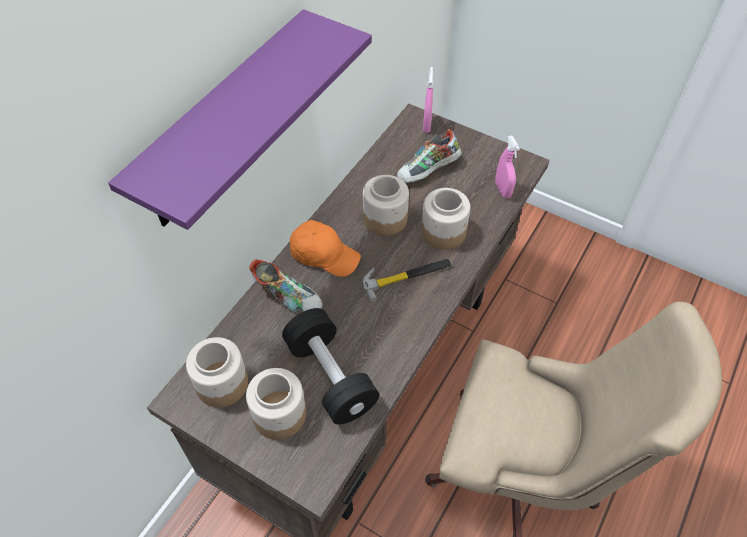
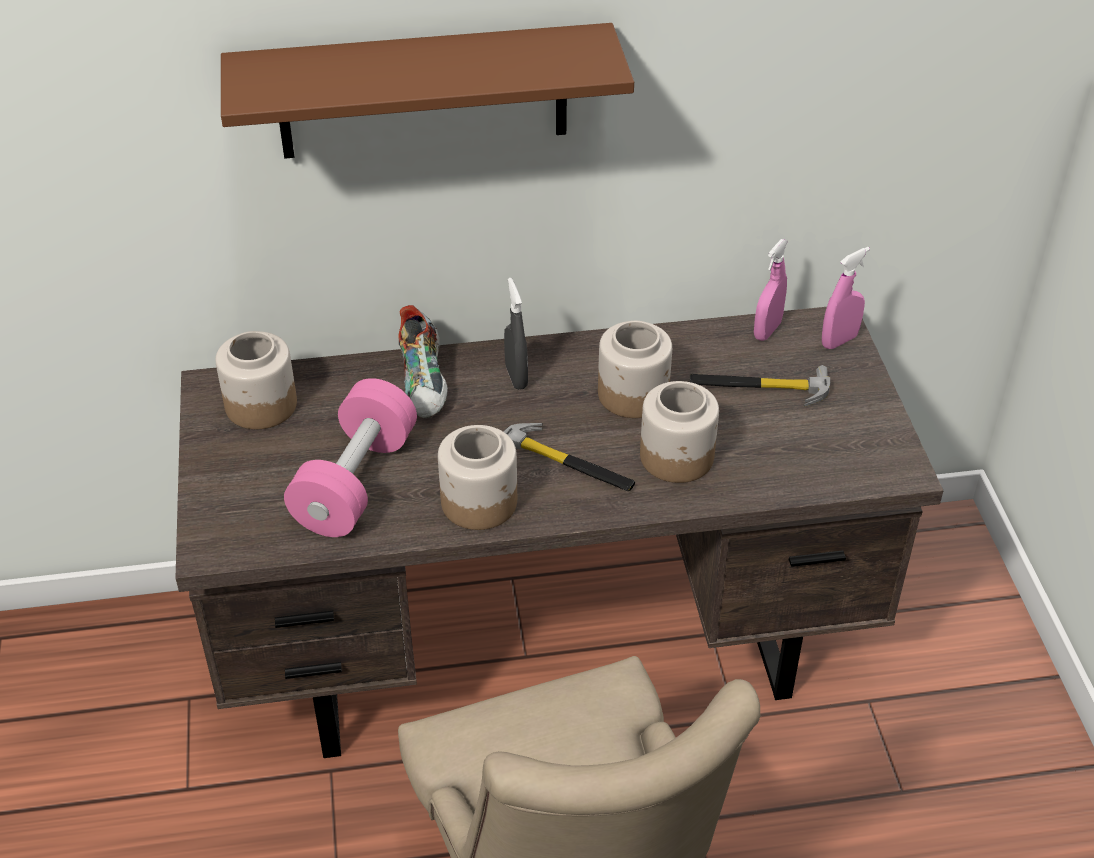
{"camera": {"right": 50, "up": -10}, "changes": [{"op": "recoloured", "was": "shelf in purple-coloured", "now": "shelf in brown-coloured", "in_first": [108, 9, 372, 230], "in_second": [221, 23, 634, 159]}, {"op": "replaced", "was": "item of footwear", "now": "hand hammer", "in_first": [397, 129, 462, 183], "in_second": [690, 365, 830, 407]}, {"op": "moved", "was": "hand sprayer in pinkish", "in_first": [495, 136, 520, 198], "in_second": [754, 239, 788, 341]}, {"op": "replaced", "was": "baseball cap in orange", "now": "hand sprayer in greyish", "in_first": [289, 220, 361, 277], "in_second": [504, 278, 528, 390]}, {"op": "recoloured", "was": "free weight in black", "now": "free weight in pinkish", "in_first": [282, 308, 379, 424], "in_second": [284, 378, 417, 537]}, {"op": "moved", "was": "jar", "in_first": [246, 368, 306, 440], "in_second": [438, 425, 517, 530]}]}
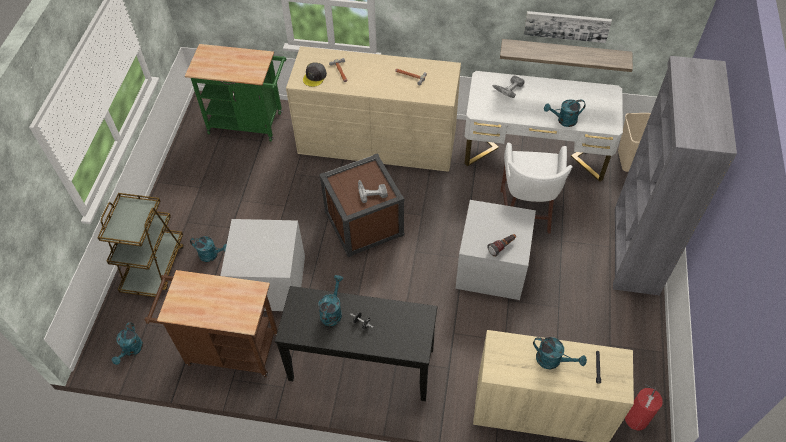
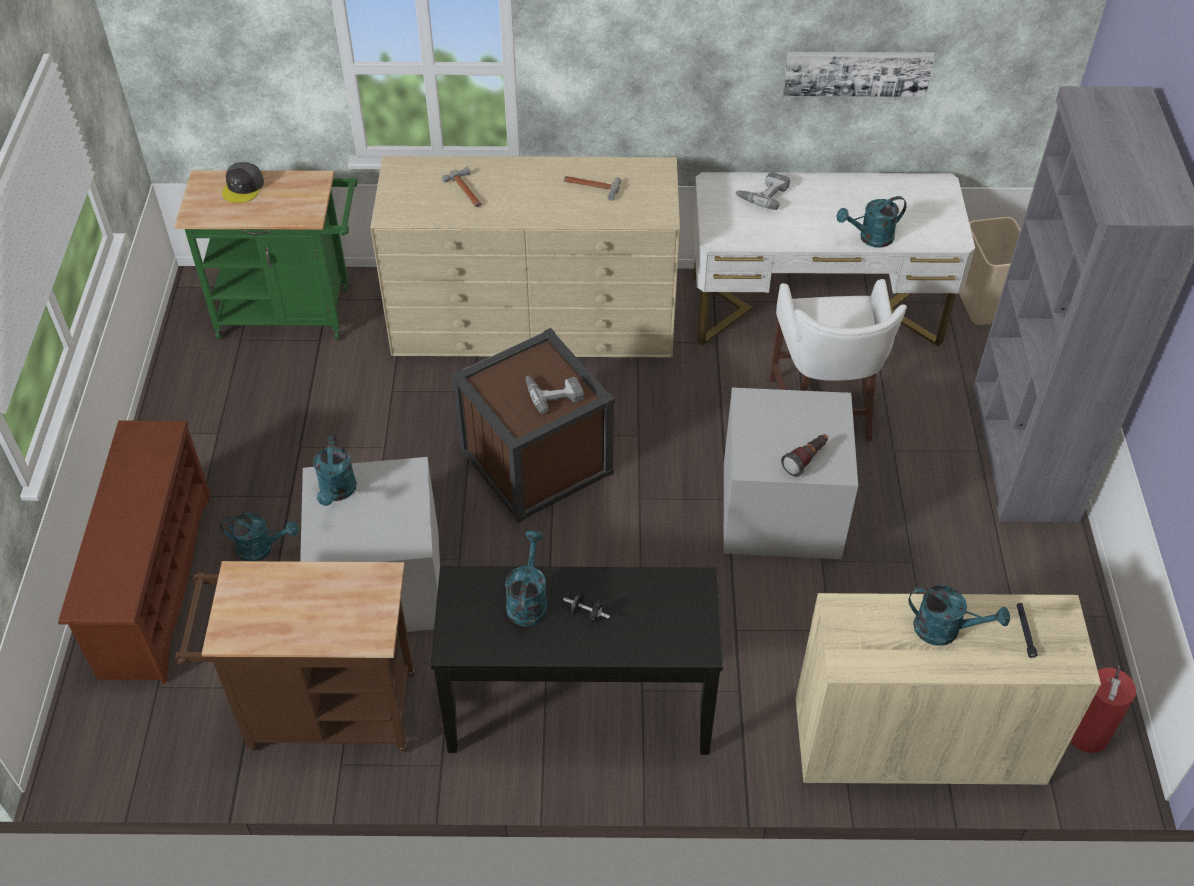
{"camera": {"right": -10, "up": -5}, "changes": [{"op": "removed", "was": "shelf", "in_first": [500, 39, 633, 72]}, {"op": "moved", "was": "baseball cap in greyish", "in_first": [303, 62, 327, 87], "in_second": [222, 162, 264, 203]}, {"op": "replaced", "was": "cart in brown-coloured", "now": "shoe rack in brown-coloured", "in_first": [97, 193, 184, 297], "in_second": [58, 420, 210, 684]}, {"op": "moved", "was": "watering can in turquoise", "in_first": [112, 322, 143, 365], "in_second": [313, 436, 357, 506]}]}
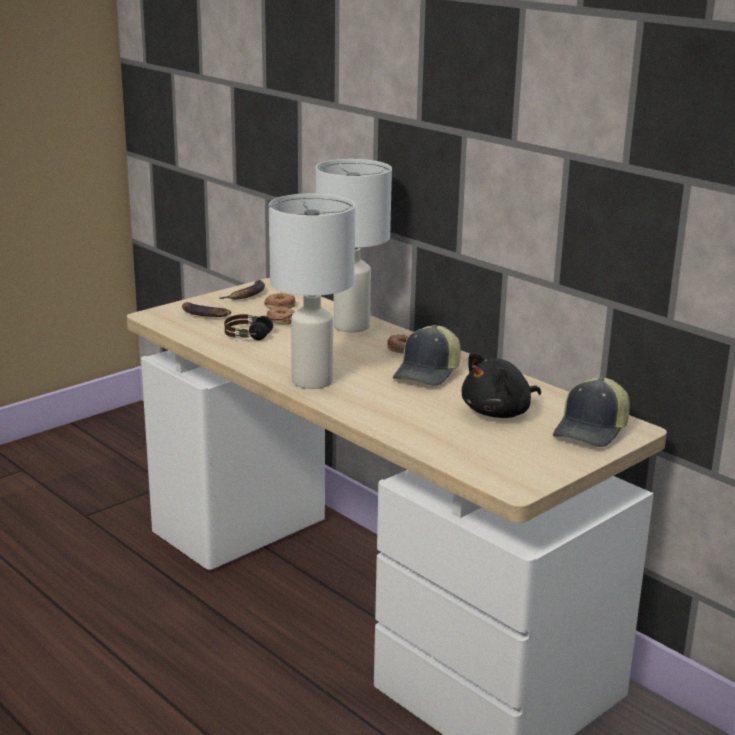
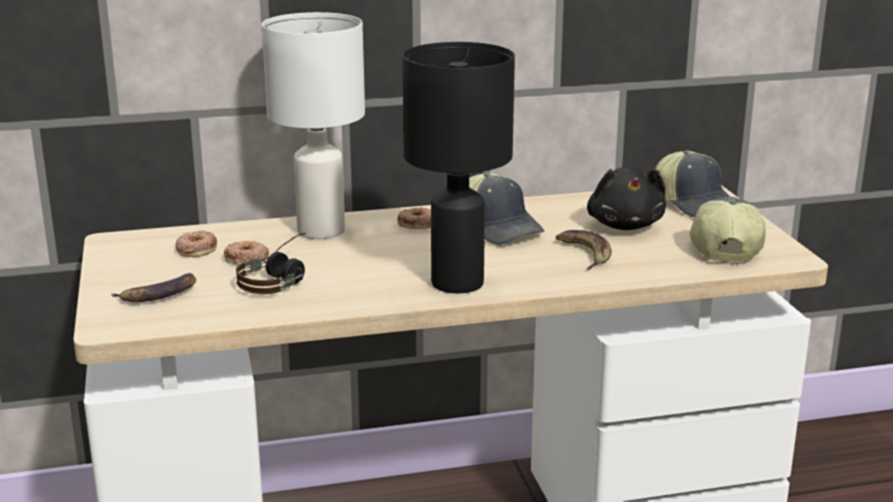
{"camera": {"right": -60, "up": 0}, "changes": [{"op": "recoloured", "was": "lamp for a table in whitish", "now": "lamp for a table in black", "in_first": [269, 194, 355, 389], "in_second": [402, 42, 515, 293]}, {"op": "moved", "was": "whole banana", "in_first": [219, 280, 265, 300], "in_second": [555, 230, 612, 270]}, {"op": "added", "now": "baseball cap", "in_second": [690, 196, 766, 262]}]}
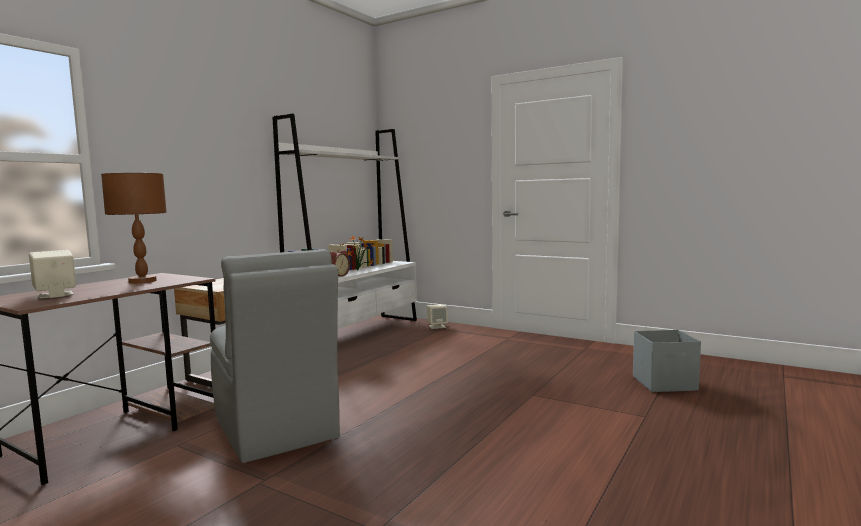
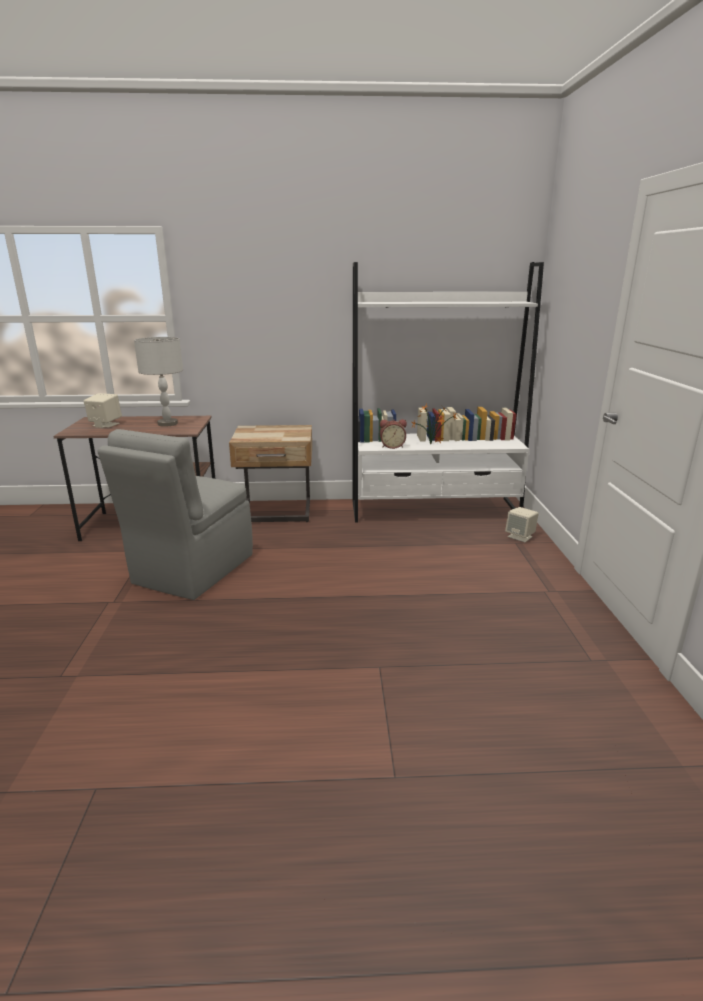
{"camera": {"right": 55, "up": 15}, "changes": [{"op": "recoloured", "was": "lamp for a table in brown-coloured", "now": "lamp for a table in greyish", "in_first": [101, 173, 167, 284], "in_second": [134, 337, 183, 427]}, {"op": "removed", "was": "storage bin in greyish", "in_first": [633, 330, 701, 392]}]}
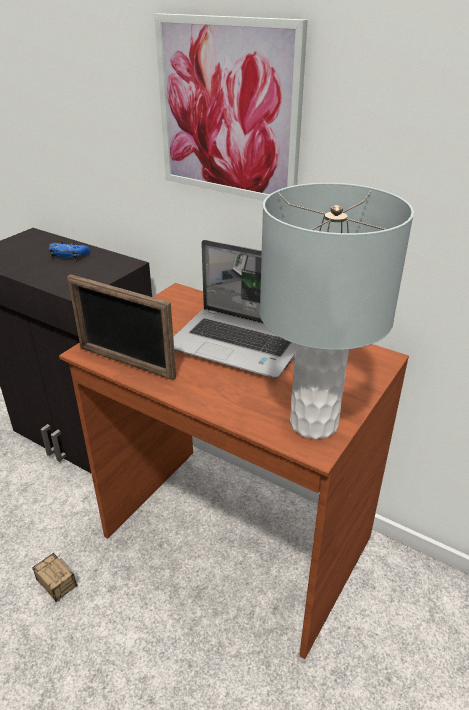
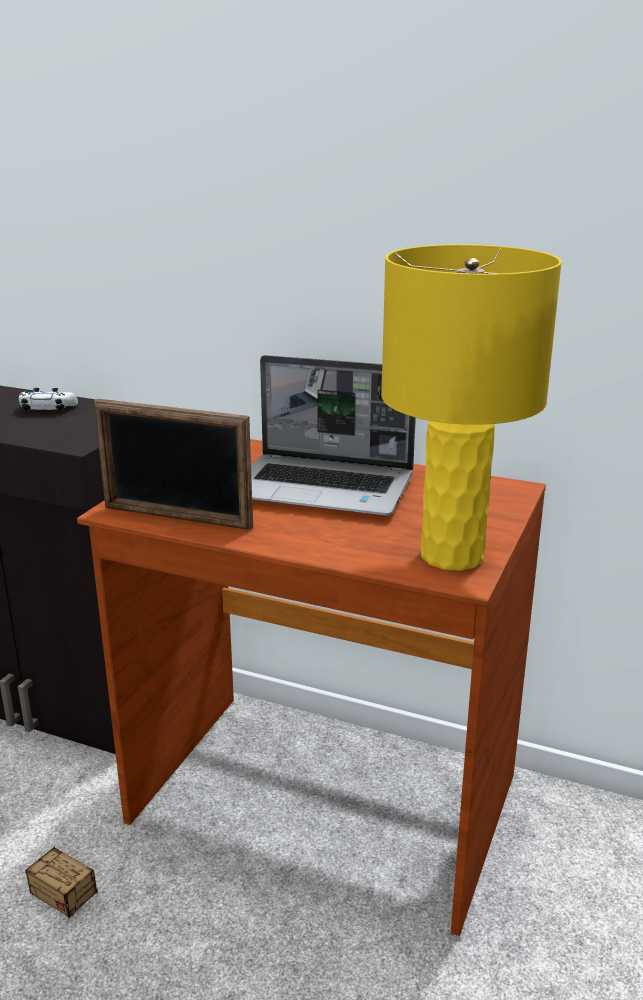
{"camera": {"right": -10, "up": -10}, "changes": [{"op": "removed", "was": "picture", "in_first": [154, 13, 308, 201]}, {"op": "recoloured", "was": "lamp for a table in greyish", "now": "lamp for a table in yellowish", "in_first": [260, 183, 414, 439], "in_second": [381, 244, 562, 571]}, {"op": "recoloured", "was": "game controller in bluish", "now": "game controller in whitish", "in_first": [49, 241, 91, 259], "in_second": [19, 388, 78, 411]}]}
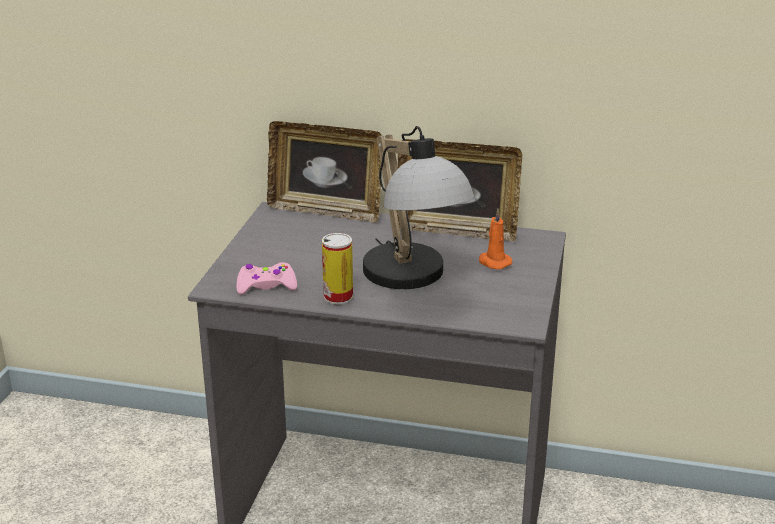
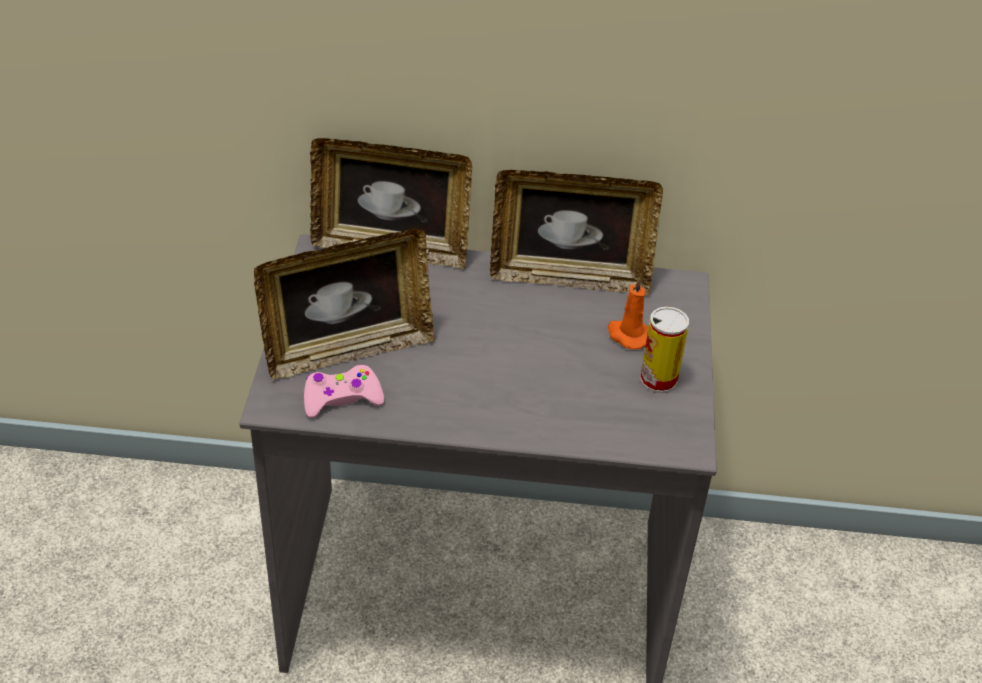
{"camera": {"right": -10, "up": 15}, "changes": [{"op": "removed", "was": "lamp for a table", "in_first": [363, 126, 474, 289]}, {"op": "moved", "was": "can", "in_first": [322, 233, 353, 305], "in_second": [640, 306, 689, 393]}, {"op": "added", "now": "picture frame", "in_second": [254, 228, 435, 380]}]}
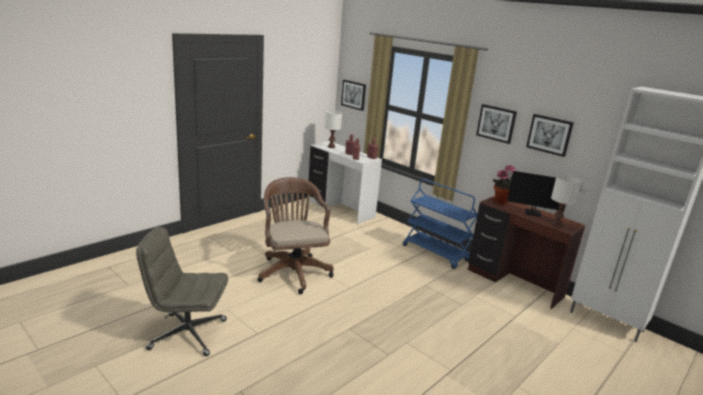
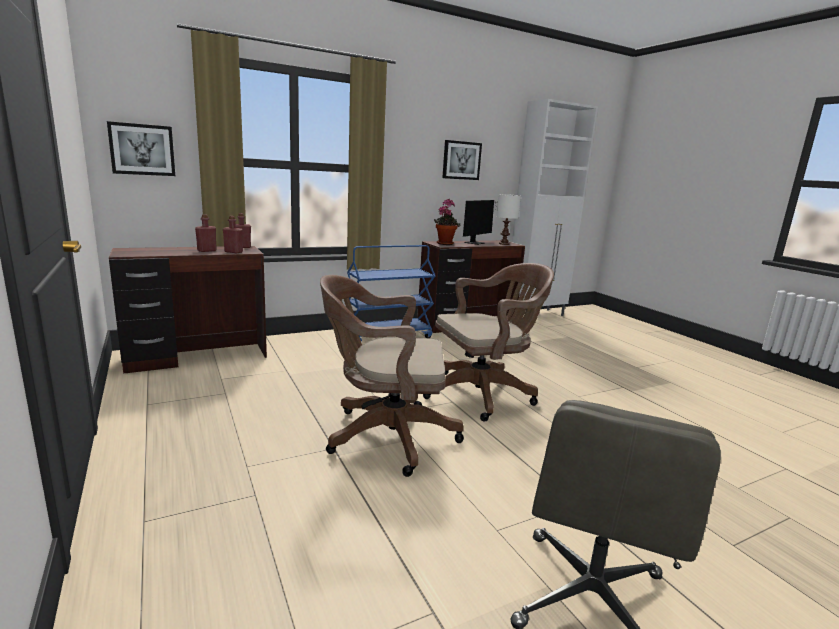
{"camera": {"right": -70, "up": -5}, "changes": [{"op": "removed", "was": "picture", "in_first": [476, 104, 517, 144]}, {"op": "removed", "was": "lamp for a table in whitish", "in_first": [325, 110, 342, 148]}, {"op": "recoloured", "was": "desk table in whitish", "now": "desk table in brown-coloured", "in_first": [309, 141, 382, 224], "in_second": [109, 246, 267, 374]}, {"op": "added", "now": "desk chair in brown-coloured", "in_second": [423, 263, 554, 422]}]}
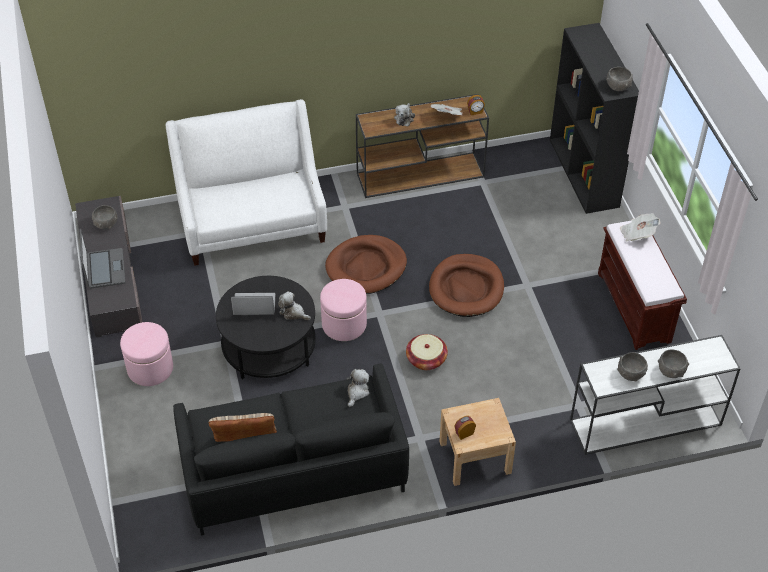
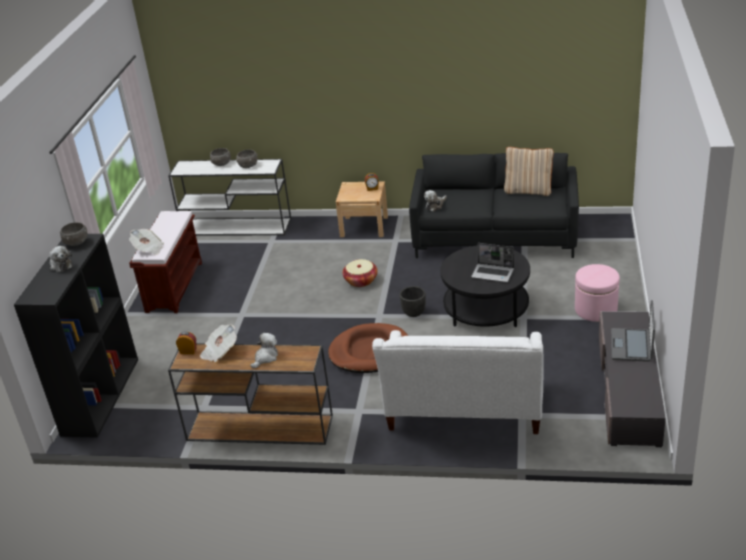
{"camera": {"right": -155, "up": -15}, "changes": [{"op": "removed", "was": "serving bowl in greyish", "in_first": [92, 205, 118, 230]}, {"op": "removed", "was": "dog cushion in brown-coloured", "in_first": [429, 254, 504, 317]}, {"op": "replaced", "was": "ottoman in pinkish", "now": "planter in black", "in_first": [320, 279, 367, 341], "in_second": [400, 286, 426, 317]}, {"op": "moved", "was": "plush toy", "in_first": [278, 291, 311, 320], "in_second": [49, 246, 72, 272]}]}
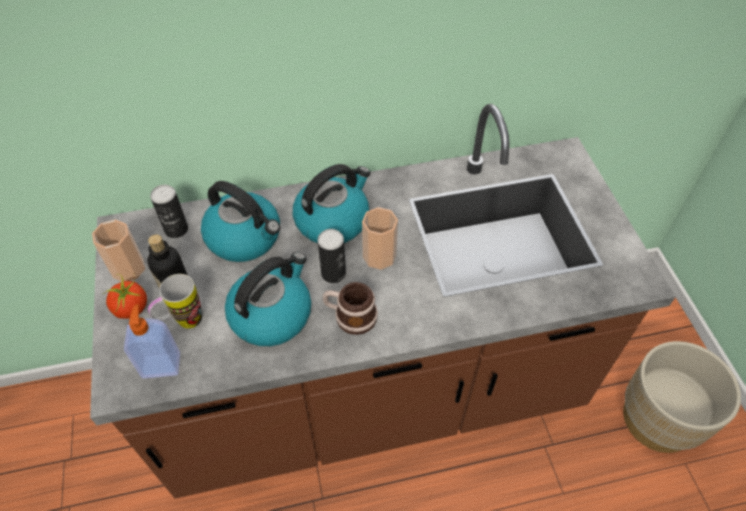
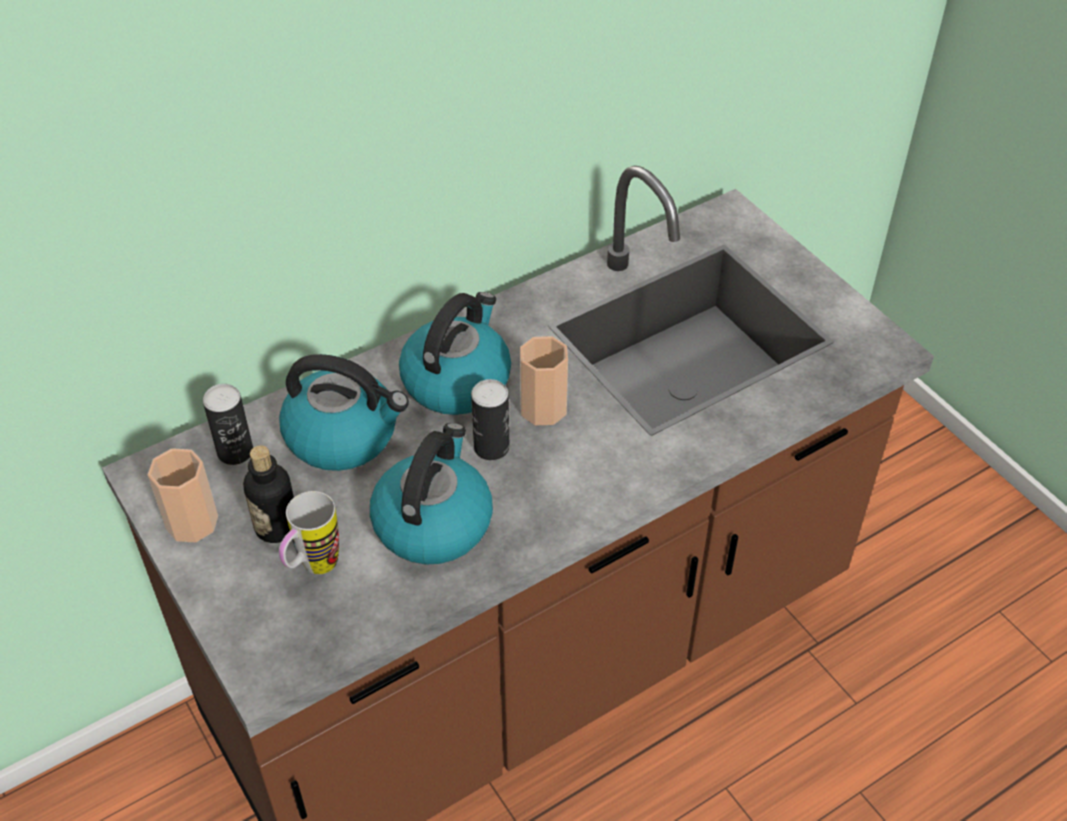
{"camera": {"right": -20, "up": -5}, "changes": [{"op": "removed", "was": "whole tomato", "in_first": [103, 274, 147, 319]}, {"op": "removed", "was": "mug", "in_first": [323, 282, 378, 335]}, {"op": "removed", "was": "soap dispenser", "in_first": [124, 304, 180, 378]}, {"op": "removed", "was": "planter in beige", "in_first": [623, 341, 741, 453]}]}
